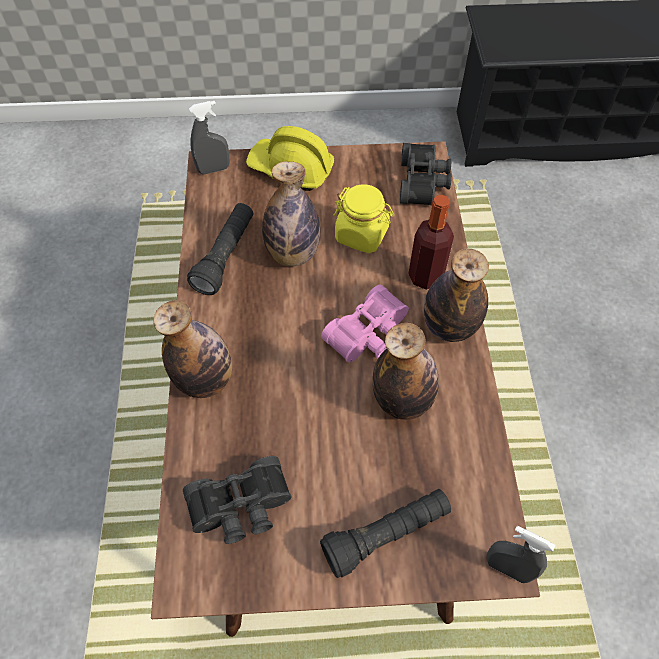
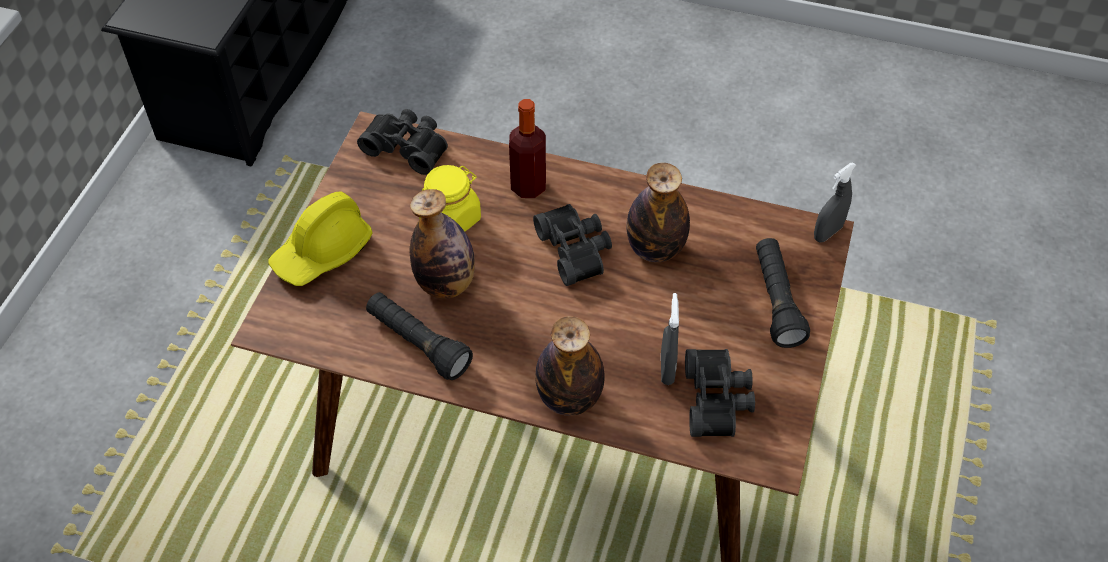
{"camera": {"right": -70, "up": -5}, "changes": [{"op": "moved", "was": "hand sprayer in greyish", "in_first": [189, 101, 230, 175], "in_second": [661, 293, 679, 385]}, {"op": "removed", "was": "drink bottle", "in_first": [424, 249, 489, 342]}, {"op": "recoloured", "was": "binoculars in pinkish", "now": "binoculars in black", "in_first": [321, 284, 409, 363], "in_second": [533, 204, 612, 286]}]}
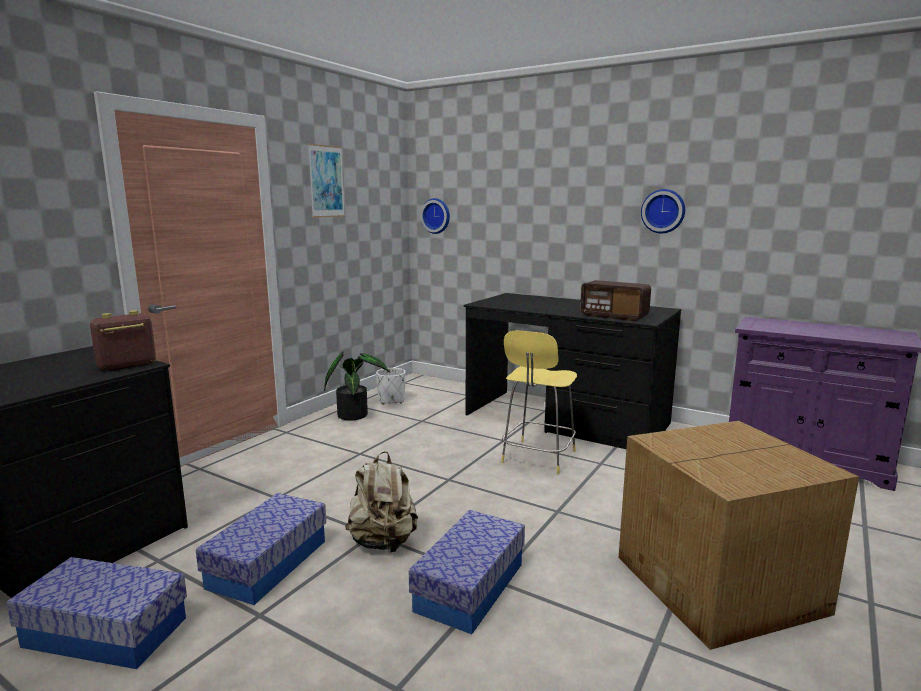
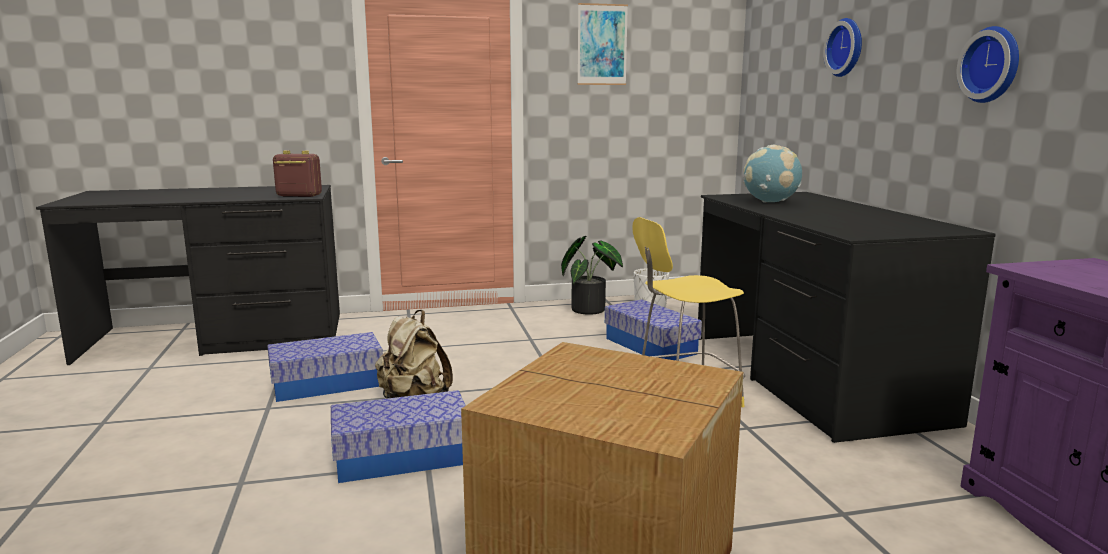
{"camera": {"right": 45, "up": 0}, "changes": [{"op": "moved", "was": "hanging clock", "in_first": [420, 198, 450, 234], "in_second": [823, 18, 862, 77]}, {"op": "removed", "was": "radio receiver", "in_first": [580, 280, 651, 321]}, {"op": "moved", "was": "storage bin", "in_first": [6, 557, 187, 669], "in_second": [605, 299, 702, 360]}, {"op": "added", "now": "desk globe", "in_second": [743, 145, 802, 203]}]}
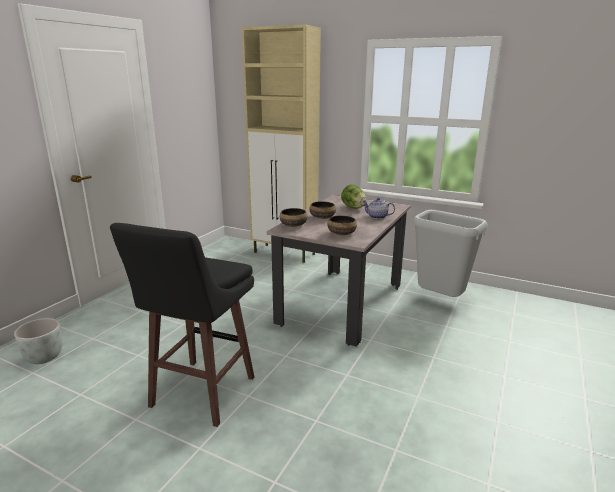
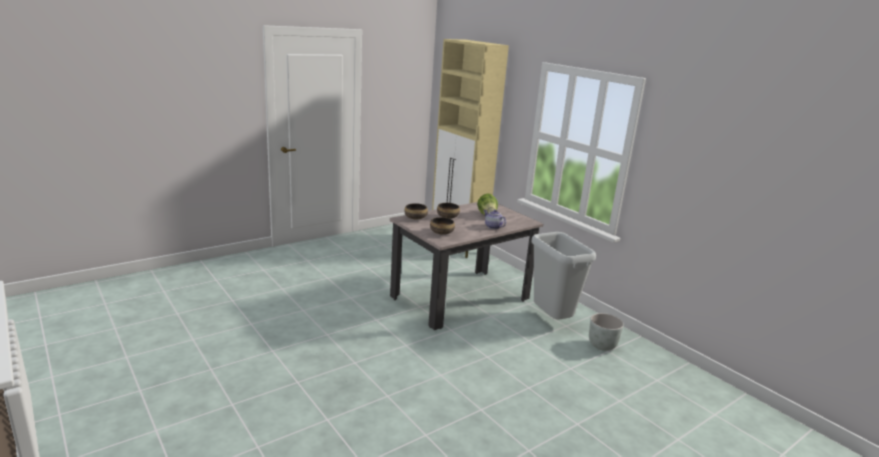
{"camera": {"right": 25, "up": 0}, "changes": [{"op": "removed", "was": "stool in black", "in_first": [110, 223, 254, 427]}, {"op": "moved", "was": "planter in greyish", "in_first": [14, 318, 62, 364], "in_second": [589, 313, 624, 351]}]}
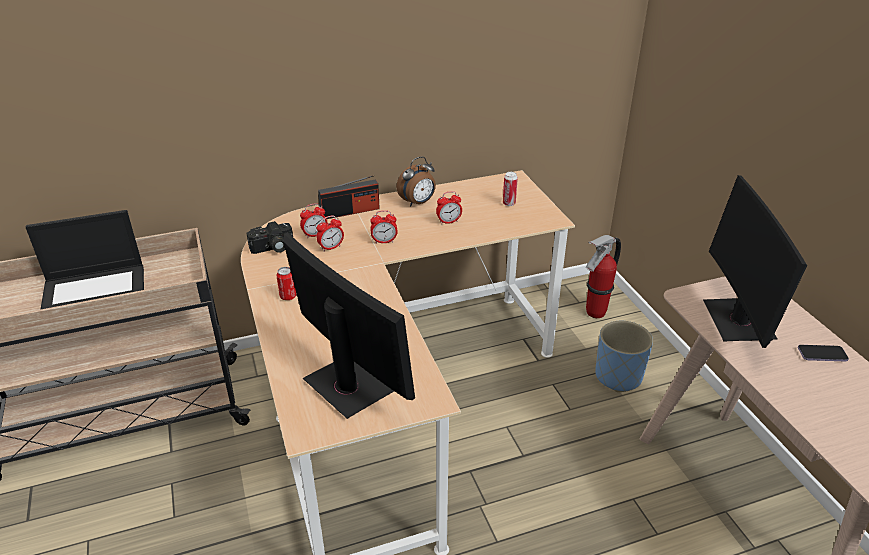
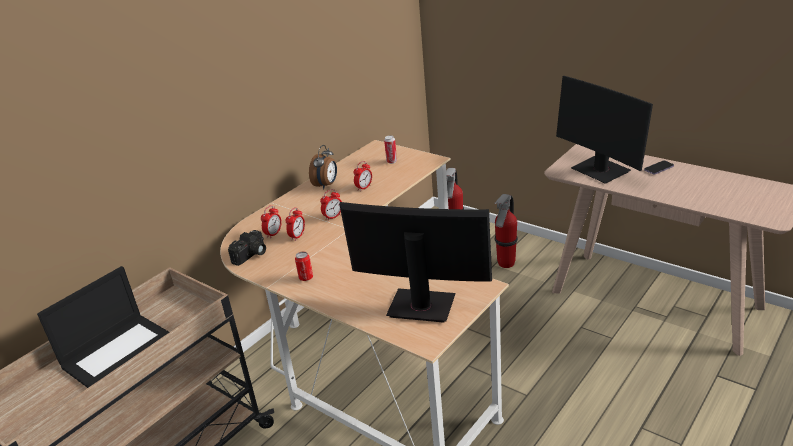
{"camera": {"right": -30, "up": -5}, "changes": [{"op": "removed", "was": "radio receiver", "in_first": [318, 175, 380, 219]}, {"op": "replaced", "was": "planter in bluish", "now": "fire-fighting cylinder", "in_first": [595, 321, 653, 392], "in_second": [494, 194, 518, 268]}]}
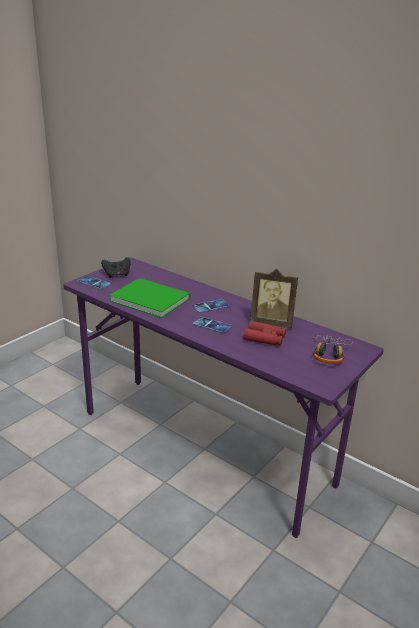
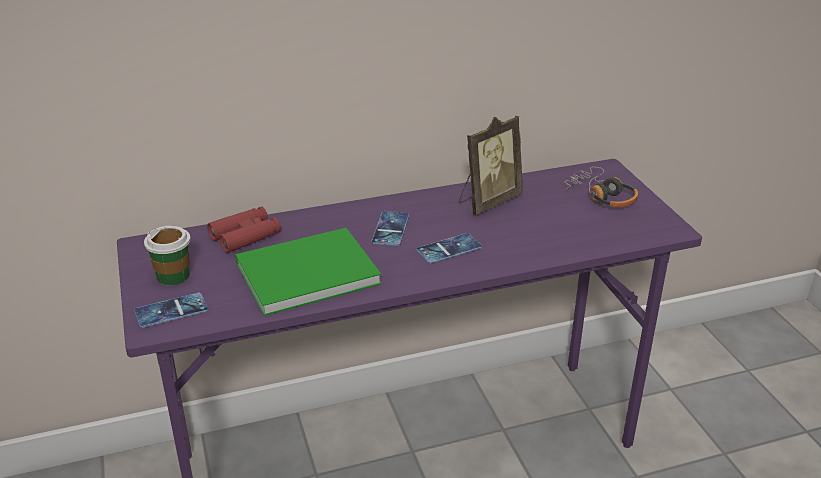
{"camera": {"right": -55, "up": 5}, "changes": [{"op": "replaced", "was": "game controller in black", "now": "small cup", "in_first": [101, 257, 130, 278], "in_second": [144, 226, 191, 286]}, {"op": "moved", "was": "binoculars in reddish", "in_first": [243, 321, 286, 346], "in_second": [207, 206, 281, 253]}]}
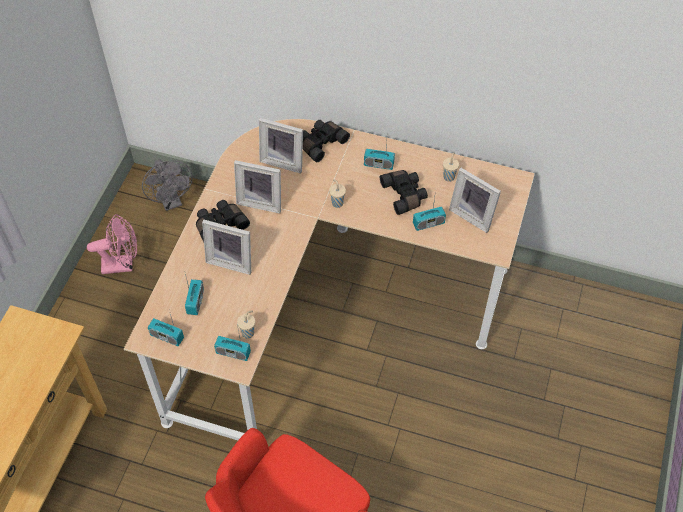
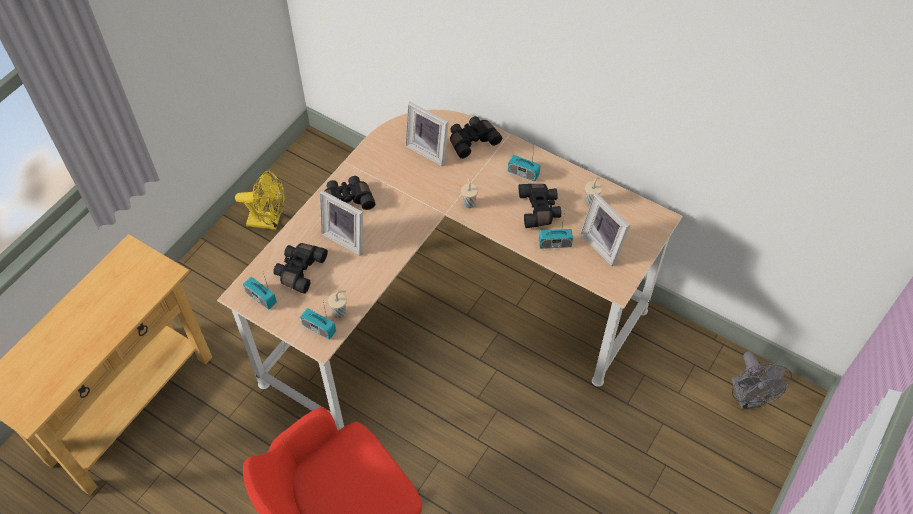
{"camera": {"right": 15, "up": 0}, "changes": [{"op": "moved", "was": "electric fan in greyish", "in_first": [142, 159, 193, 211], "in_second": [731, 351, 792, 410]}, {"op": "removed", "was": "picture frame", "in_first": [234, 160, 281, 214]}, {"op": "recoloured", "was": "electric fan in pinkish", "now": "electric fan in yellowish", "in_first": [87, 214, 137, 274], "in_second": [235, 171, 285, 230]}, {"op": "replaced", "was": "radio receiver", "now": "binoculars in black", "in_first": [185, 274, 204, 315], "in_second": [273, 243, 328, 294]}]}
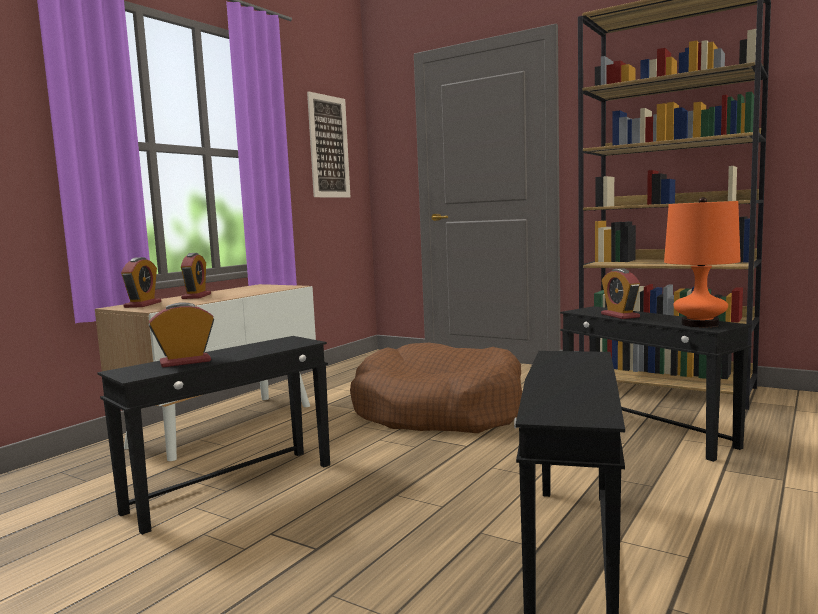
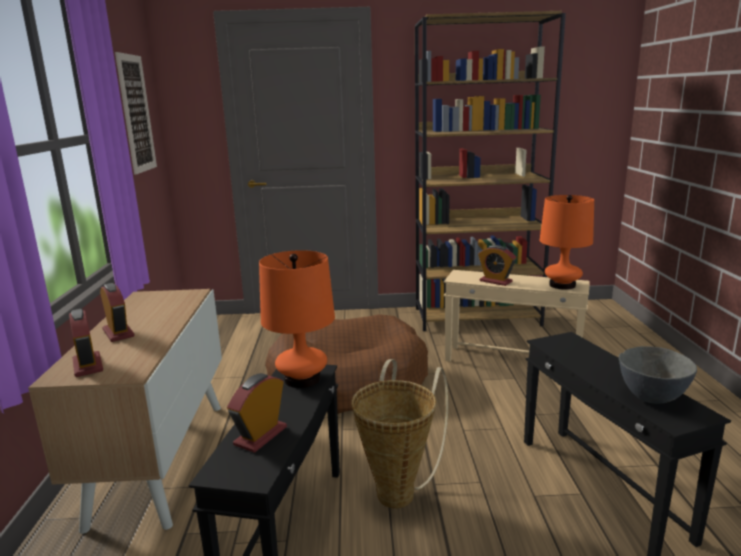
{"camera": {"right": -35, "up": 10}, "changes": [{"op": "recoloured", "was": "side table in black", "now": "side table in beige", "in_first": [560, 306, 752, 462], "in_second": [444, 270, 590, 362]}, {"op": "added", "now": "lamp for a table in orange", "in_second": [259, 250, 335, 388]}, {"op": "added", "now": "serving bowl in greyish", "in_second": [619, 346, 697, 404]}, {"op": "added", "now": "household basket", "in_second": [351, 359, 448, 509]}]}
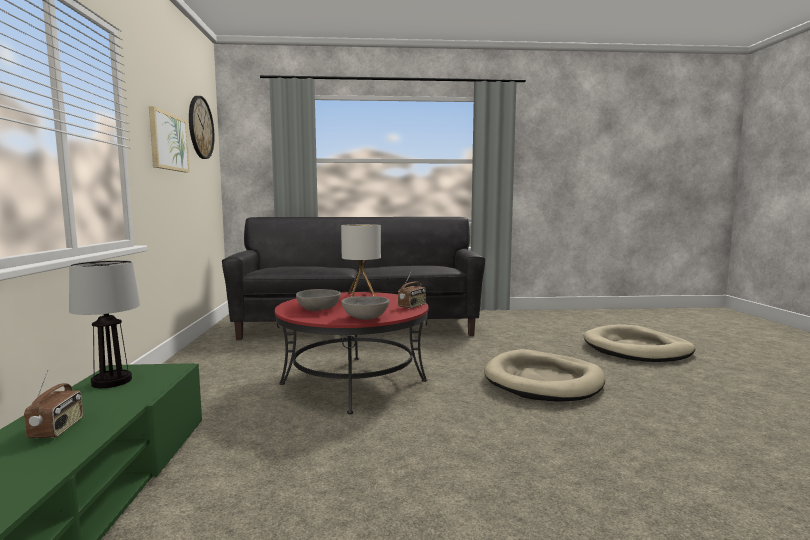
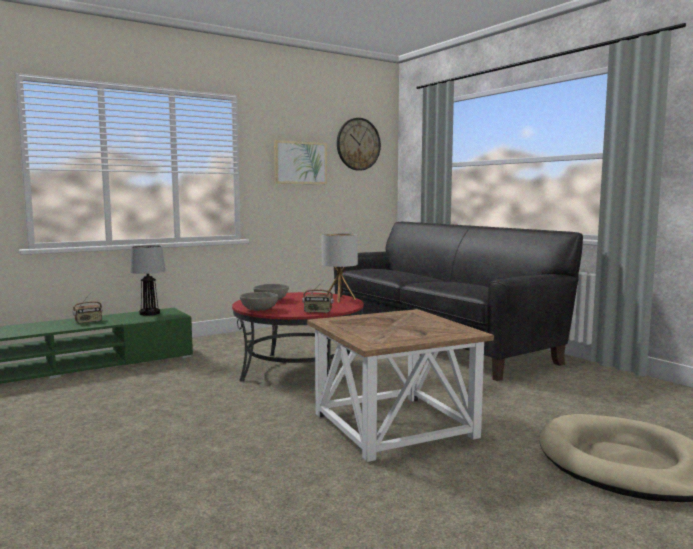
{"camera": {"right": 60, "up": 0}, "changes": [{"op": "replaced", "was": "dog cushion in beige", "now": "side table in brown-coloured", "in_first": [484, 349, 605, 401], "in_second": [307, 309, 494, 462]}]}
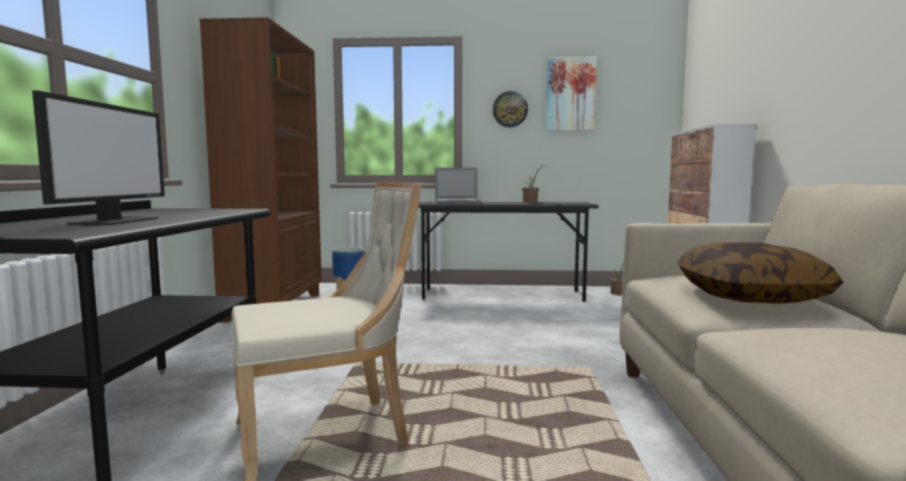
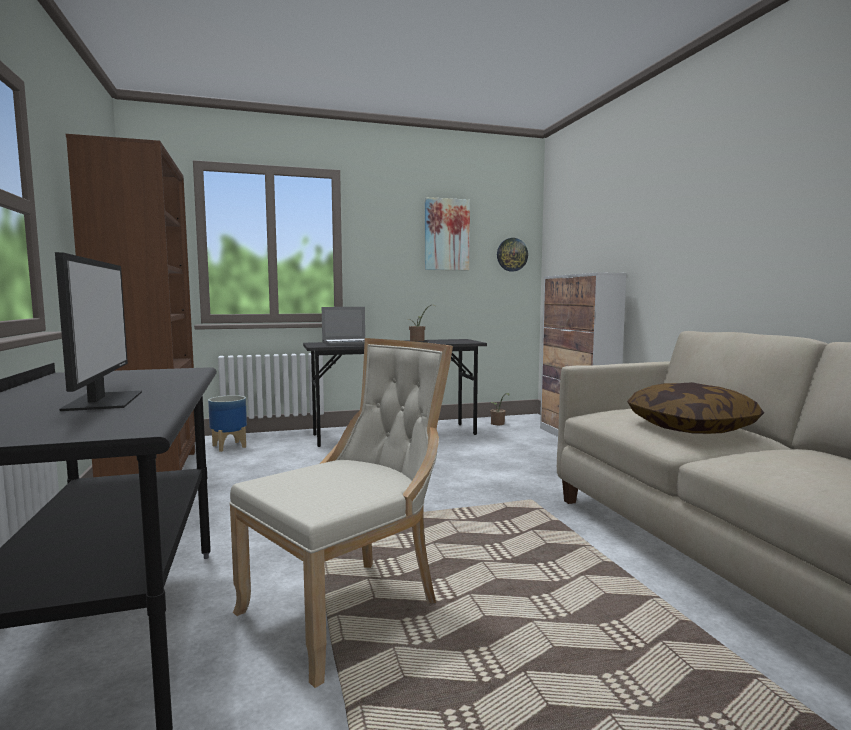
{"camera": {"right": -20, "up": 0}, "changes": [{"op": "moved", "was": "hanging clock", "in_first": [493, 91, 528, 127], "in_second": [497, 238, 528, 272]}]}
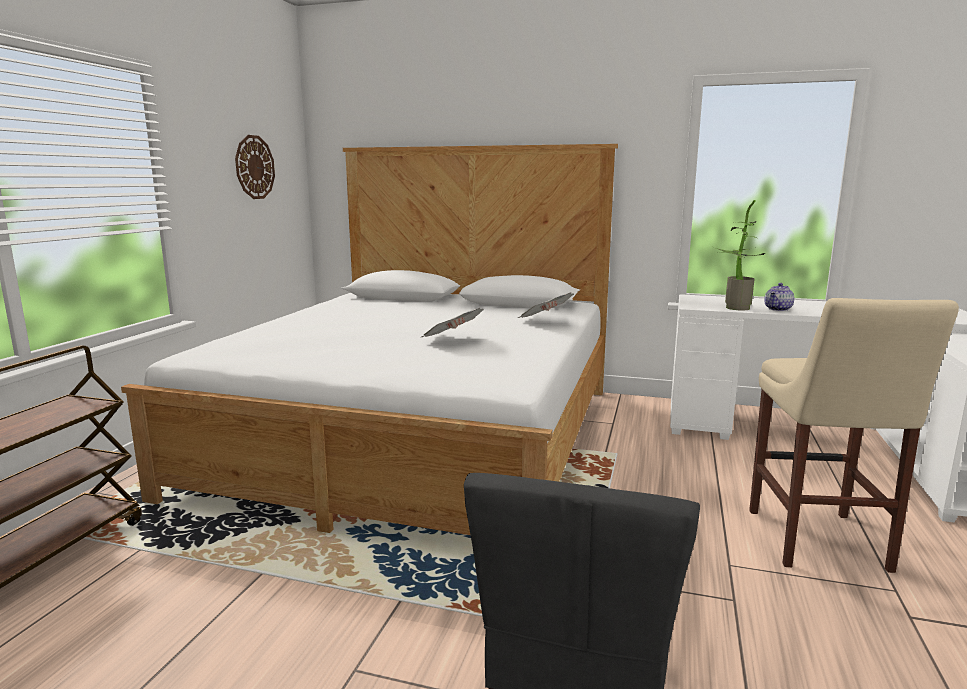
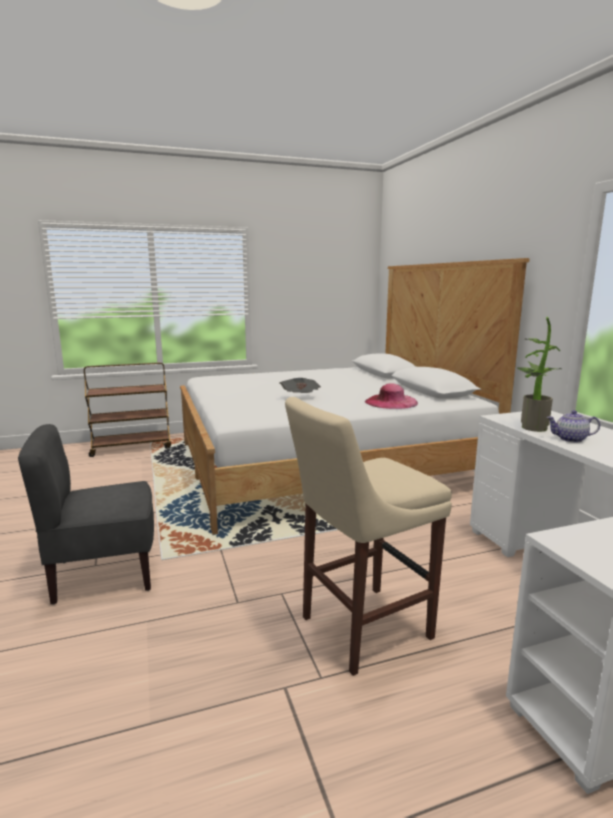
{"camera": {"right": 55, "up": 0}, "changes": [{"op": "removed", "was": "hanging clock", "in_first": [235, 135, 275, 199]}, {"op": "replaced", "was": "printed paper", "now": "wearable hat in pinkish", "in_first": [518, 292, 574, 318], "in_second": [365, 383, 418, 409]}]}
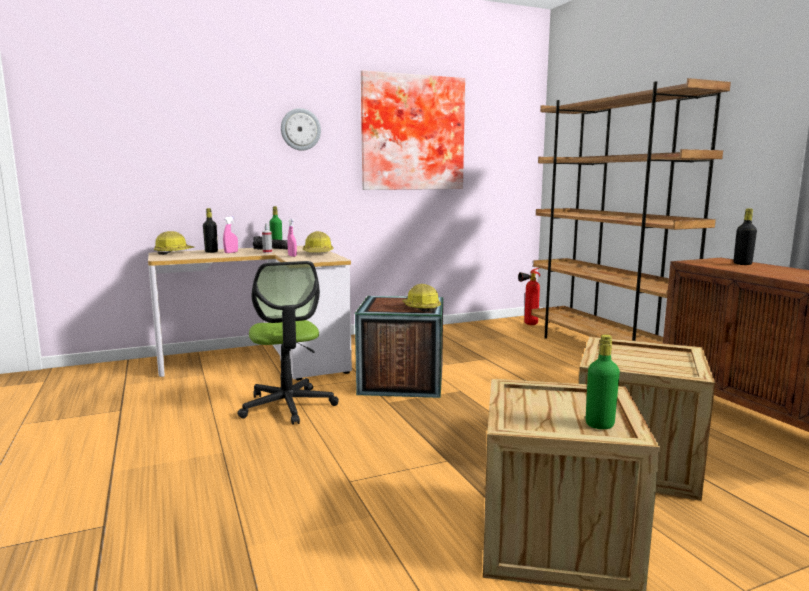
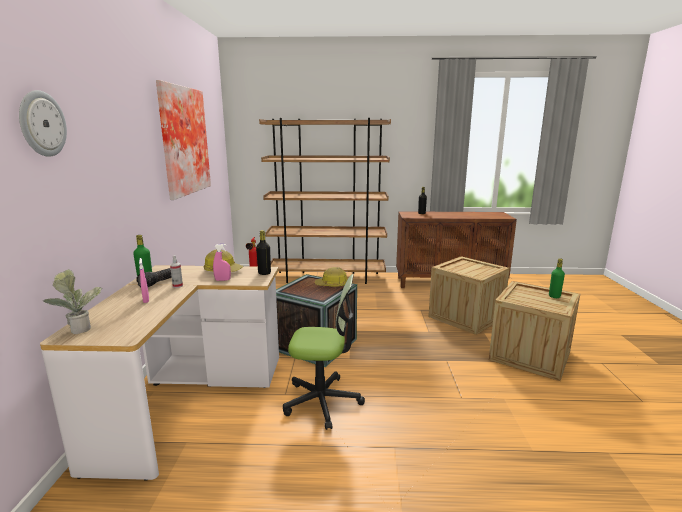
{"camera": {"right": -65, "up": 5}, "changes": [{"op": "moved", "was": "hanging clock", "in_first": [281, 108, 321, 151], "in_second": [19, 90, 67, 157]}, {"op": "moved", "was": "drink bottle in black", "in_first": [203, 208, 218, 253], "in_second": [256, 230, 271, 275]}, {"op": "replaced", "was": "safety helmet", "now": "houseplant", "in_first": [154, 231, 194, 255], "in_second": [43, 269, 102, 334]}]}
